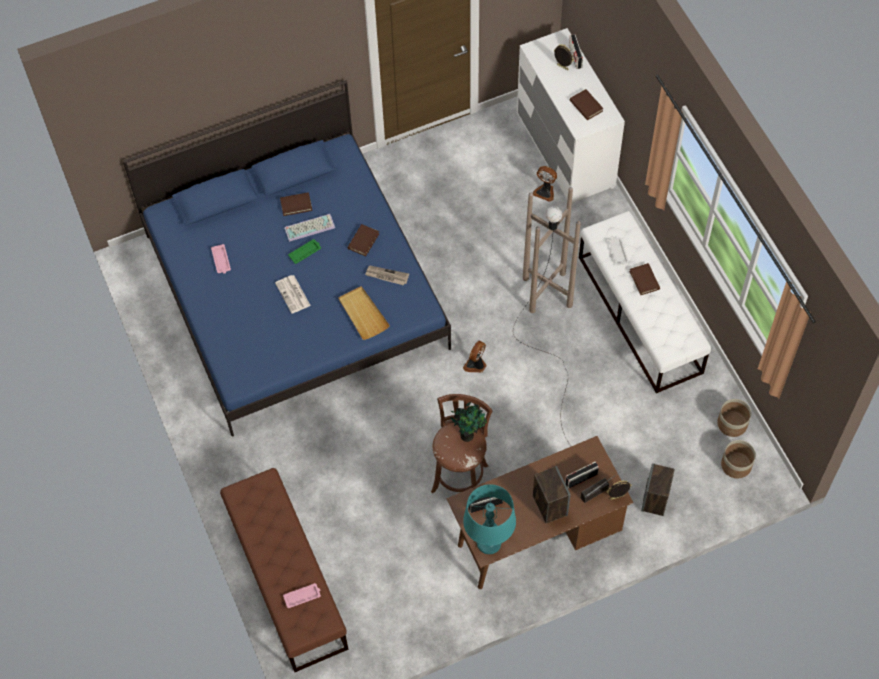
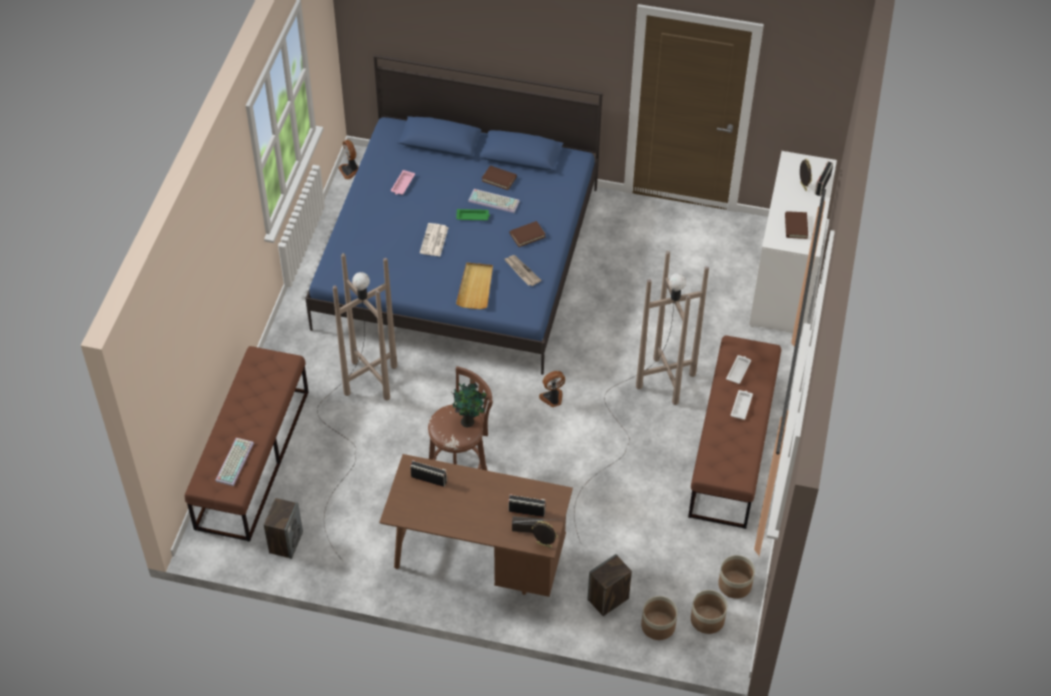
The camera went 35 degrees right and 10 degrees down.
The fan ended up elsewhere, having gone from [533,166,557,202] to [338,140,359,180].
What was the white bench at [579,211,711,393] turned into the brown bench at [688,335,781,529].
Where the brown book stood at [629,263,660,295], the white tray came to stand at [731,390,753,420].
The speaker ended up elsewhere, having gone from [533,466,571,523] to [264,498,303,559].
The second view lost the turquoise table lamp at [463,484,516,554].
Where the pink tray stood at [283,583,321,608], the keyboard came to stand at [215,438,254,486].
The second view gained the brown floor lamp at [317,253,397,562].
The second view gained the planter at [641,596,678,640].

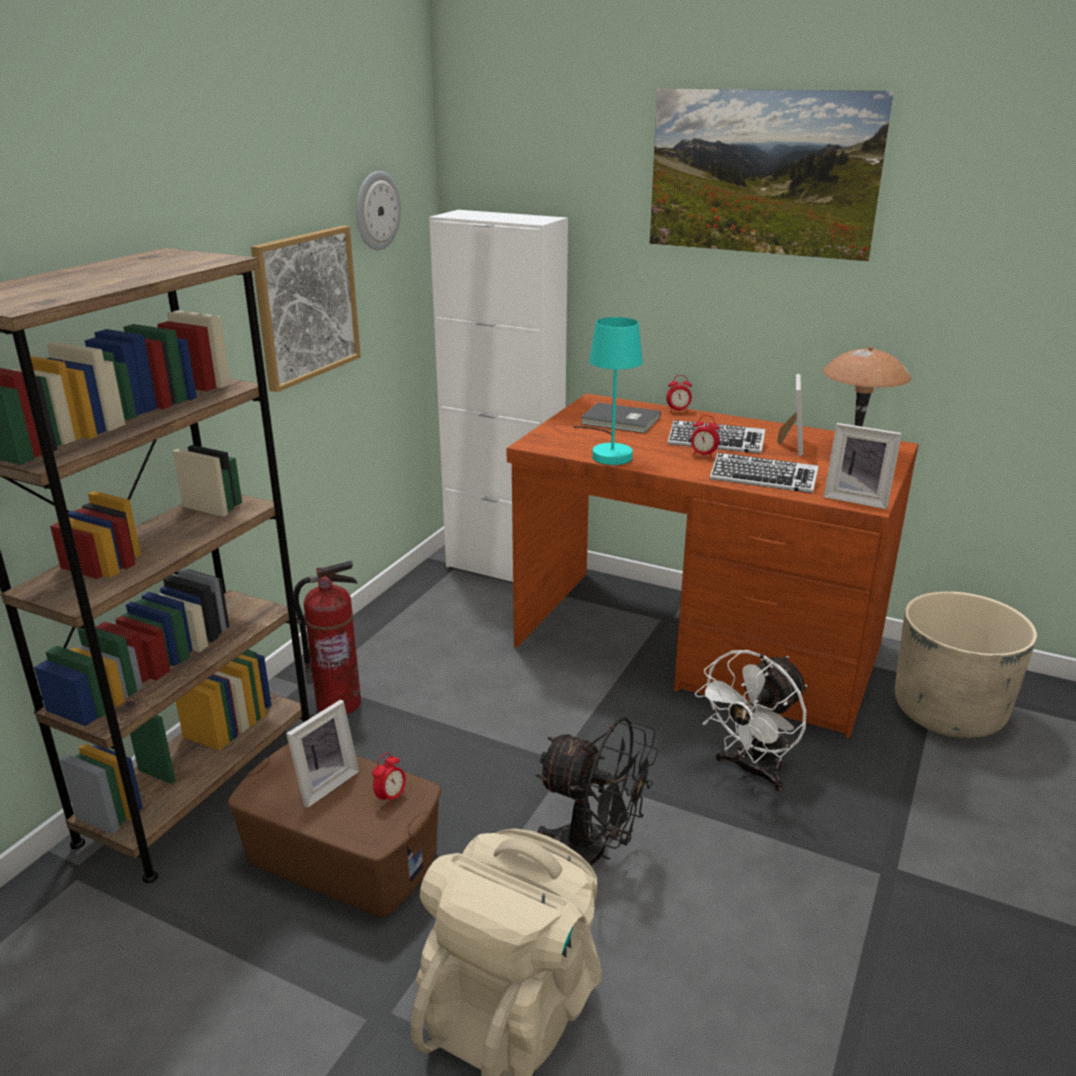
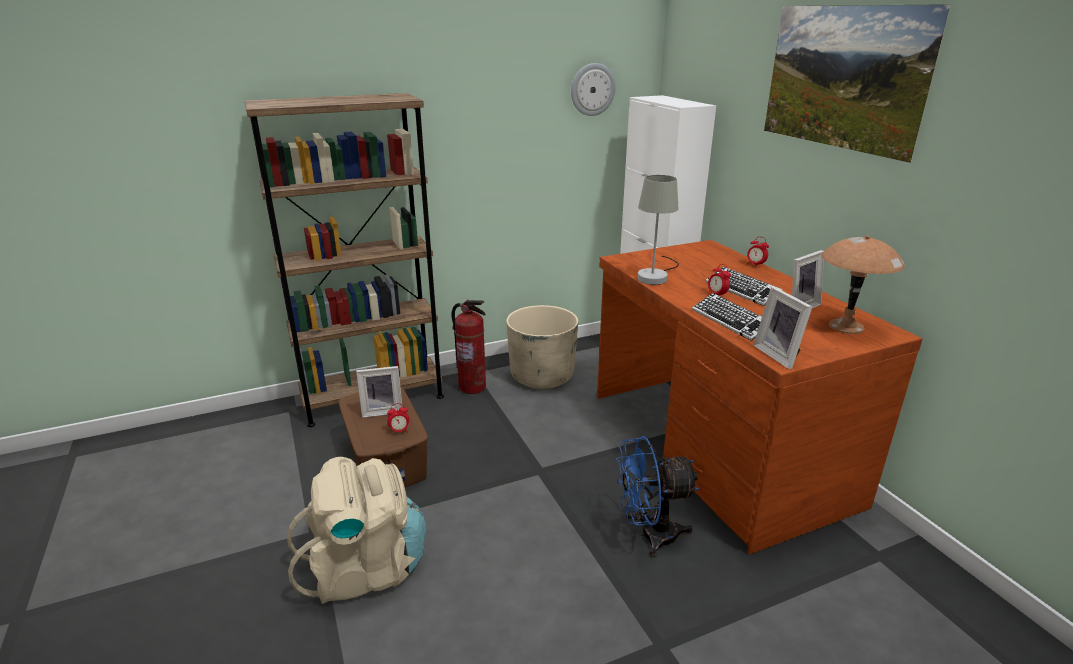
The camera went 40 degrees right and 0 degrees up.
The second view lost the picture at [251,226,361,392].
What was the turquoise table lamp at [573,317,643,465] turned into the grey table lamp at [637,175,679,285].
The second view lost the grey book at [580,403,660,433].
The beige planter ended up elsewhere, having gone from [895,591,1037,738] to [506,305,578,389].
What was the white fan at [695,650,807,792] turned into the blue fan at [616,436,699,557].
The second view lost the black fan at [536,717,659,866].

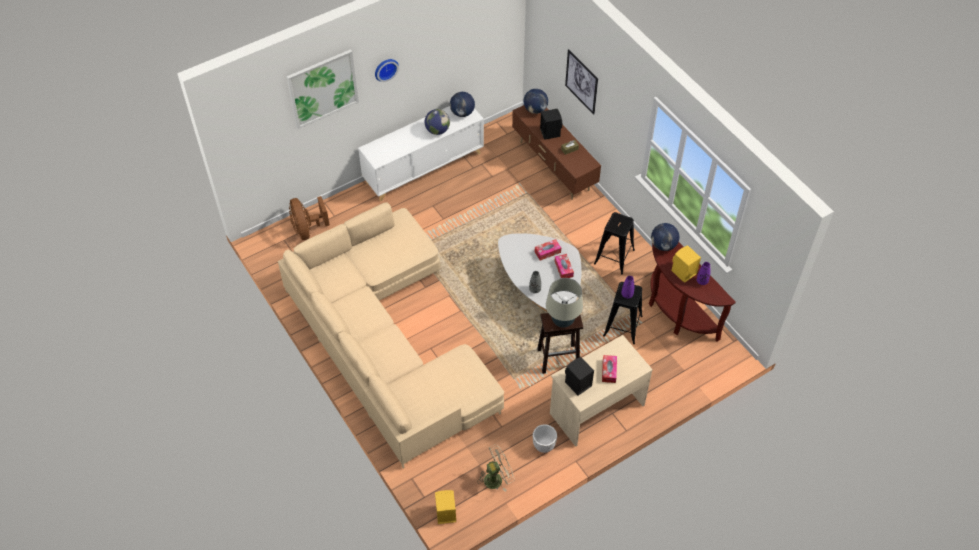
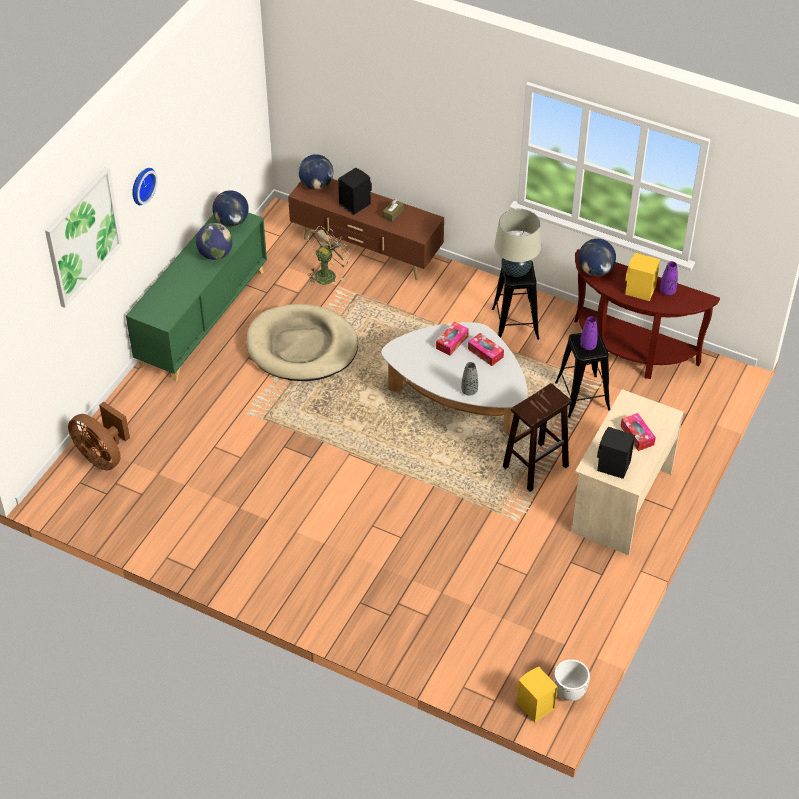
The camera went 30 degrees left and 5 degrees down.
The second view lost the picture at [565,49,598,115].
What was the white cabinet at [358,106,484,201] turned into the green cabinet at [126,212,267,381].
The second view lost the beige sofa at [278,203,504,468].
The beige table lamp ended up elsewhere, having gone from [546,278,583,328] to [494,209,541,277].
The white planter ended up elsewhere, having gone from [533,424,557,453] to [554,659,590,701].
The beige fan ended up elsewhere, having gone from [479,444,515,492] to [307,226,352,285].
The second view gained the beige dog bed at [247,304,358,381].

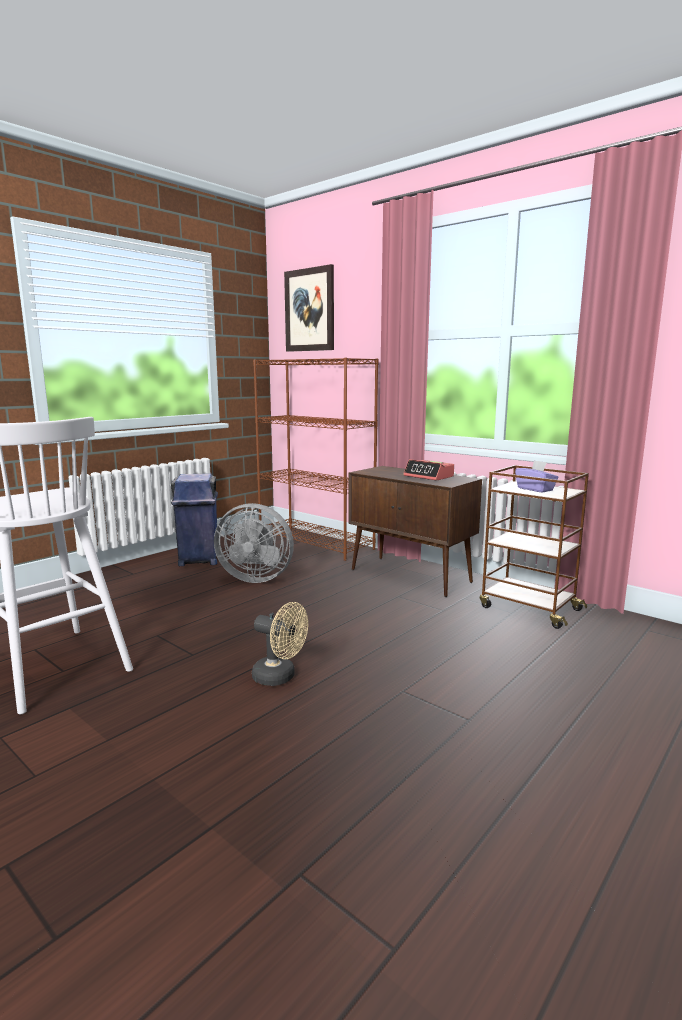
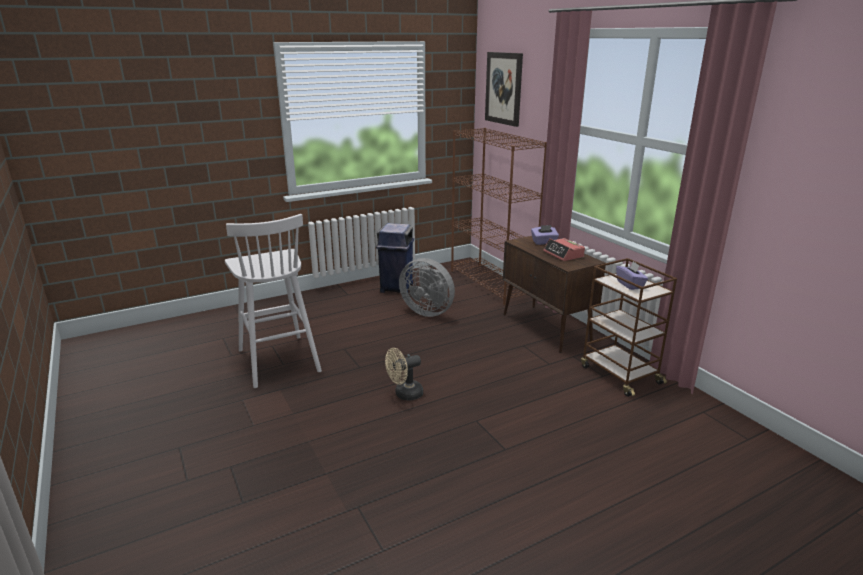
The camera went 20 degrees right and 10 degrees up.
The beige fan at [252,602,308,686] ended up facing another way, 105 degrees clockwise from before.
The second view gained the purple tissue box at [531,225,559,245].

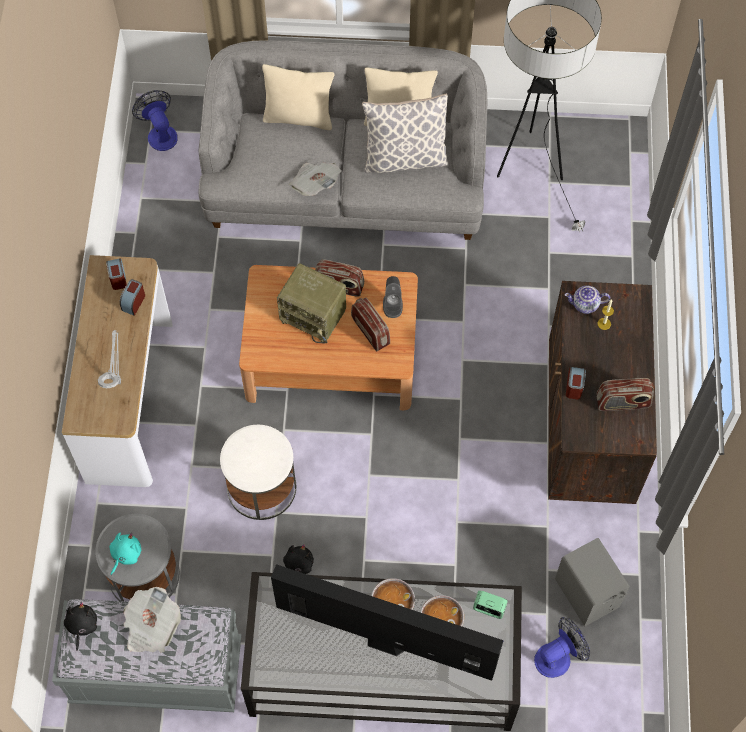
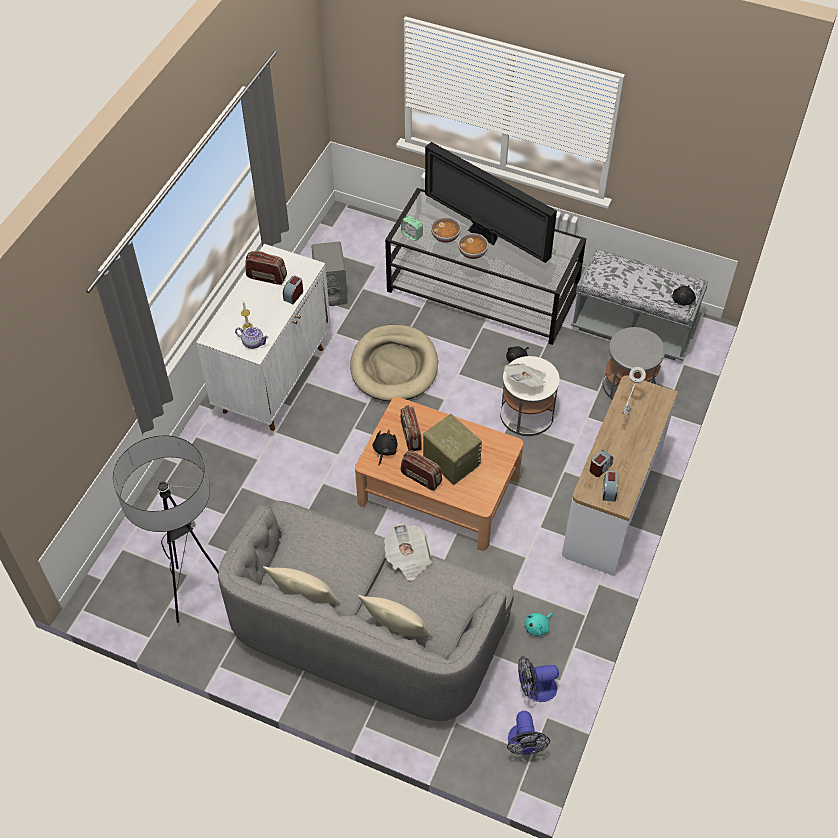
The camera went 160 degrees left and 10 degrees down.
The second view lost the pillow at [362,94,448,173].
Where the grey speaker stood at [383,276,403,318], the black plush toy came to stand at [372,430,398,465].
What was the brown cabinet at [548,281,657,504] turned into the white cabinet at [196,244,331,431].
The turquoise plush toy ended up elsewhere, having gone from [109,532,141,575] to [525,613,553,636].
The newspaper ended up elsewhere, having gone from [123,587,181,653] to [504,363,547,387].
The fan ended up elsewhere, having gone from [534,617,590,678] to [518,656,559,702].
The second view gained the beige dog bed at [350,325,438,402].

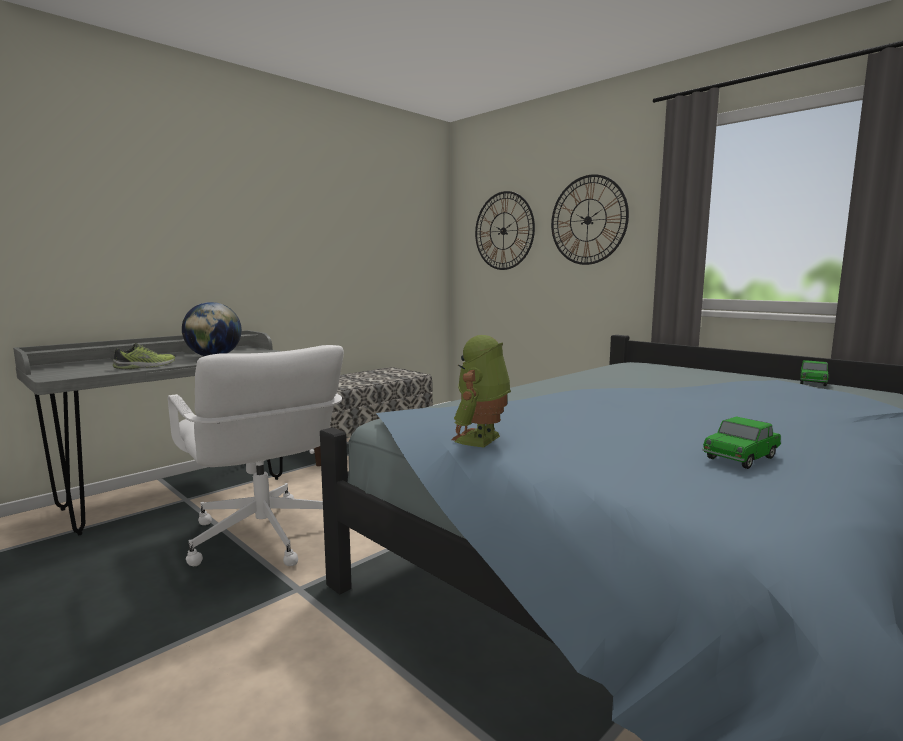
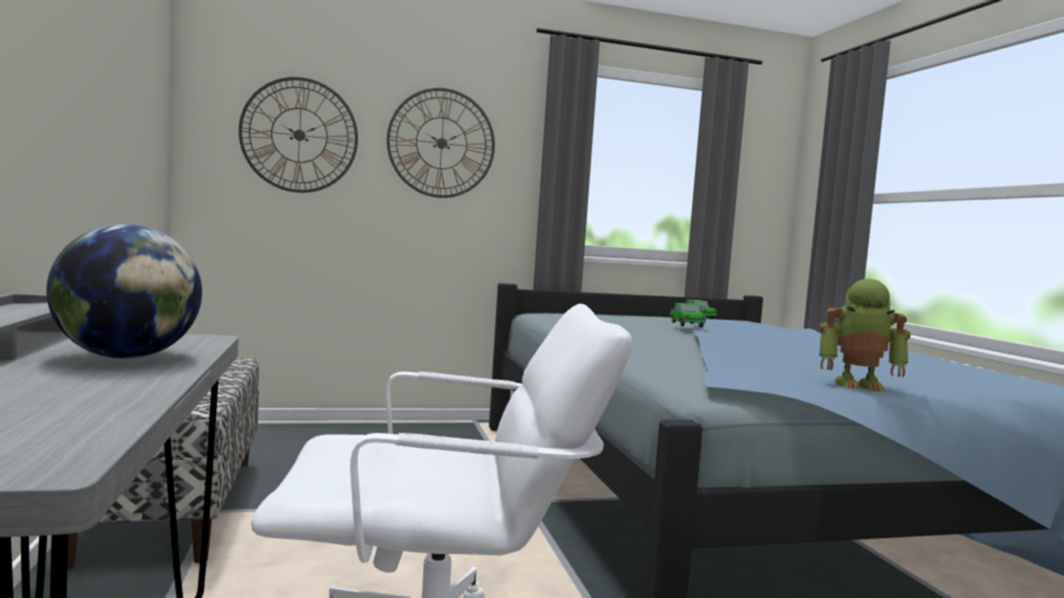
The camera went 60 degrees left and 5 degrees down.
The toy robot at [452,335,511,447] ended up facing another way, 45 degrees counterclockwise from before.
The second view lost the shoe at [113,343,175,369].
The toy car ended up elsewhere, having gone from [702,416,781,469] to [670,303,706,327].

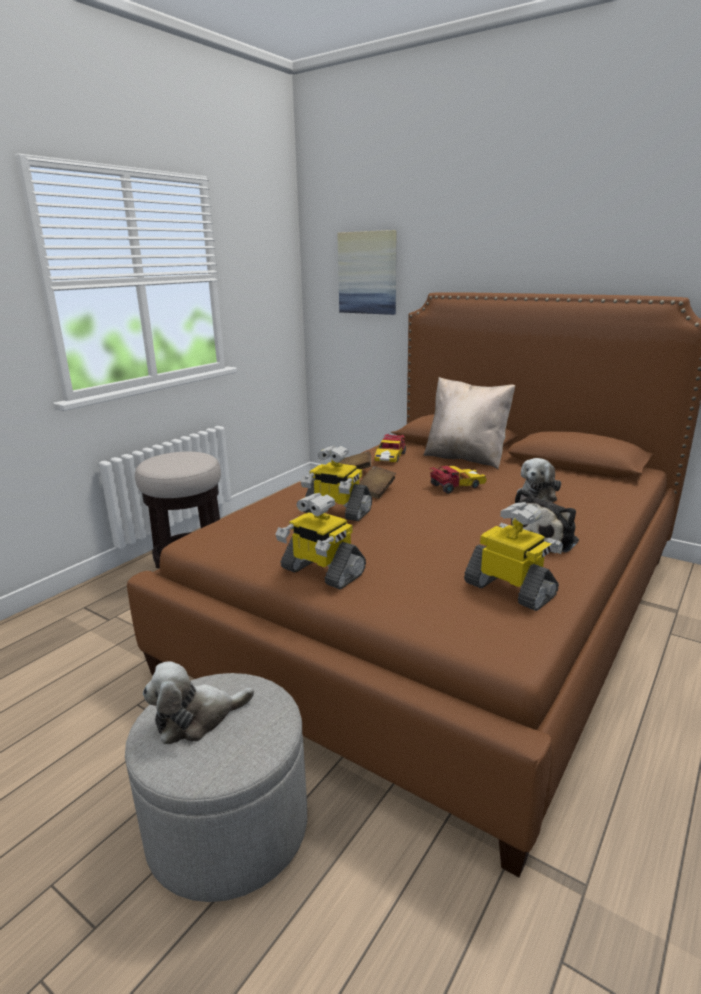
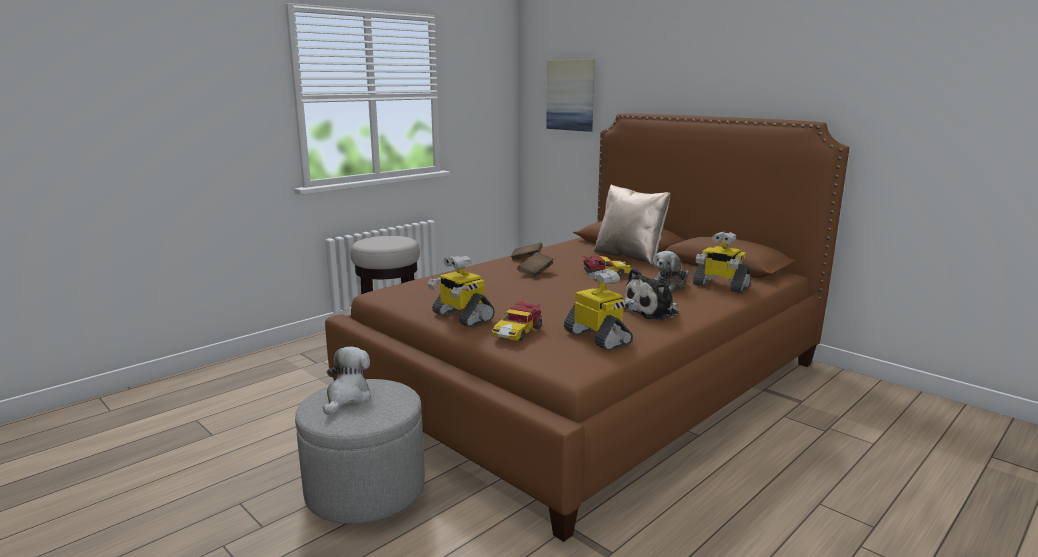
The camera went 10 degrees right and 5 degrees down.
The toy car ended up elsewhere, having gone from [374,434,406,462] to [492,301,542,341].
The toy robot ended up elsewhere, having gone from [301,445,372,521] to [693,231,751,293].
The plush toy at [143,662,254,744] ended up facing another way, 120 degrees clockwise from before.

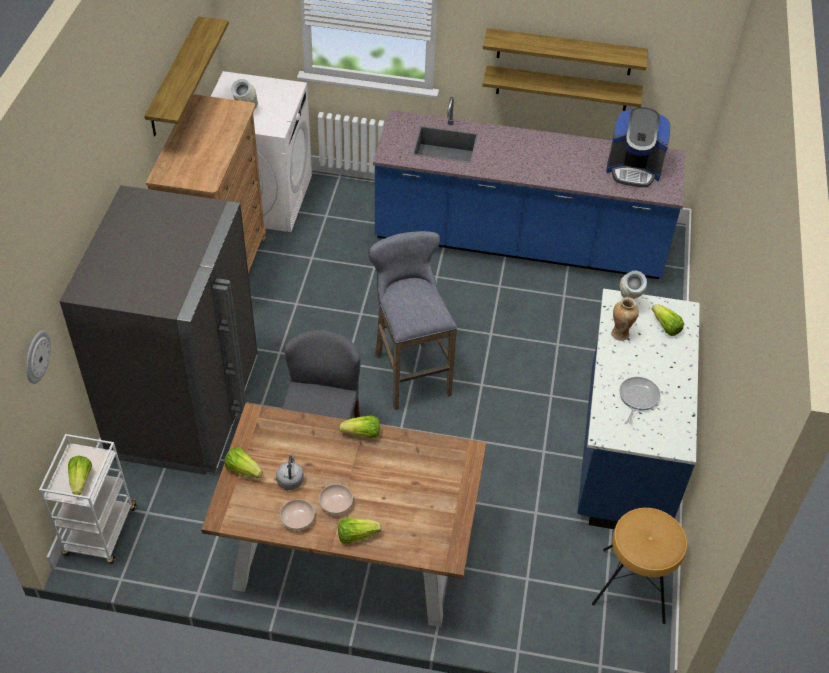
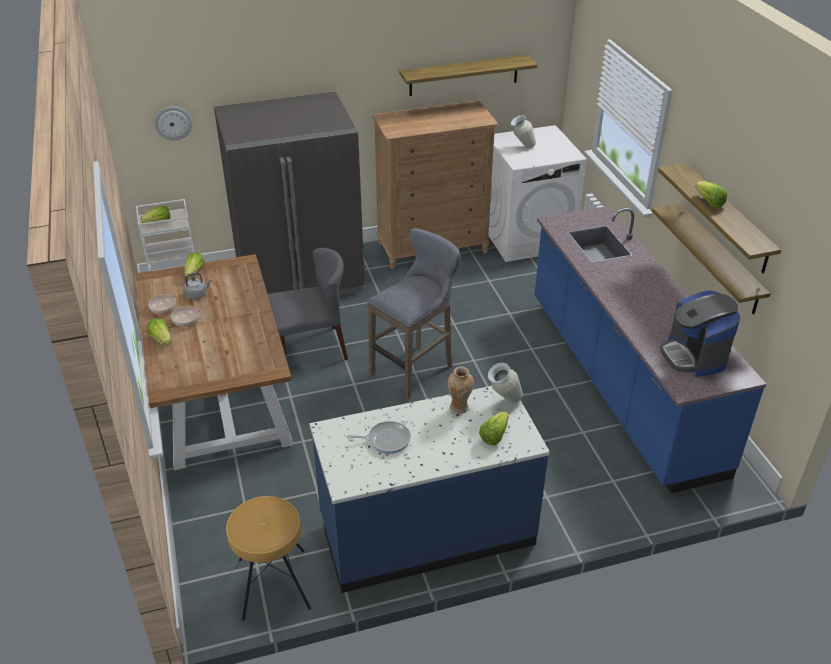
The camera went 65 degrees right and 10 degrees down.
The lettuce ended up elsewhere, having gone from [339,415,380,438] to [695,181,727,208].

